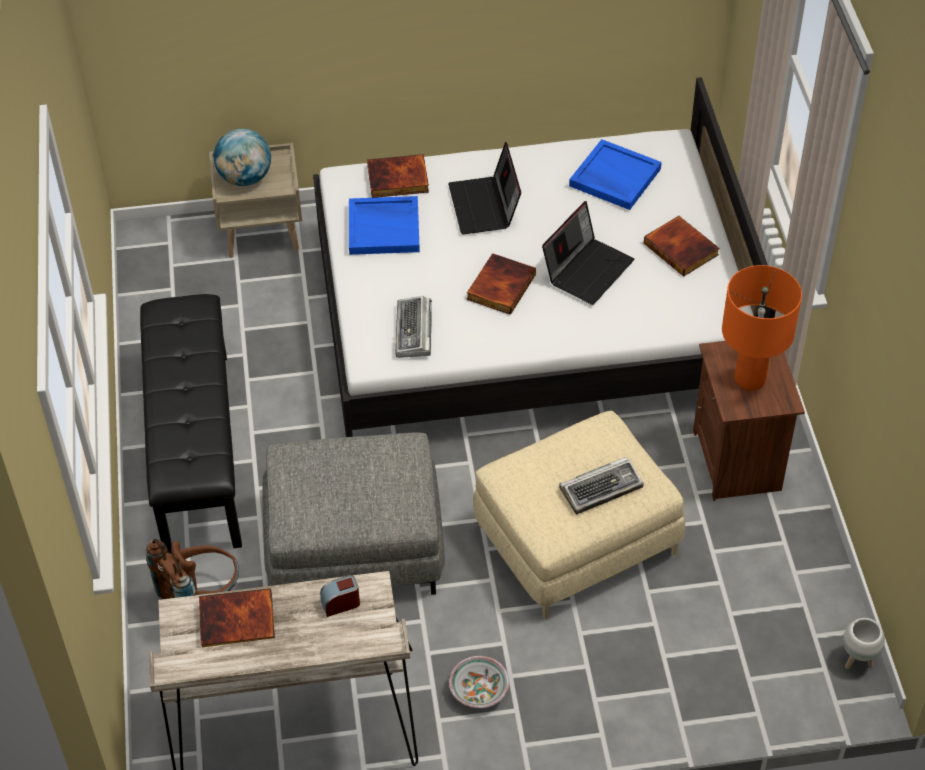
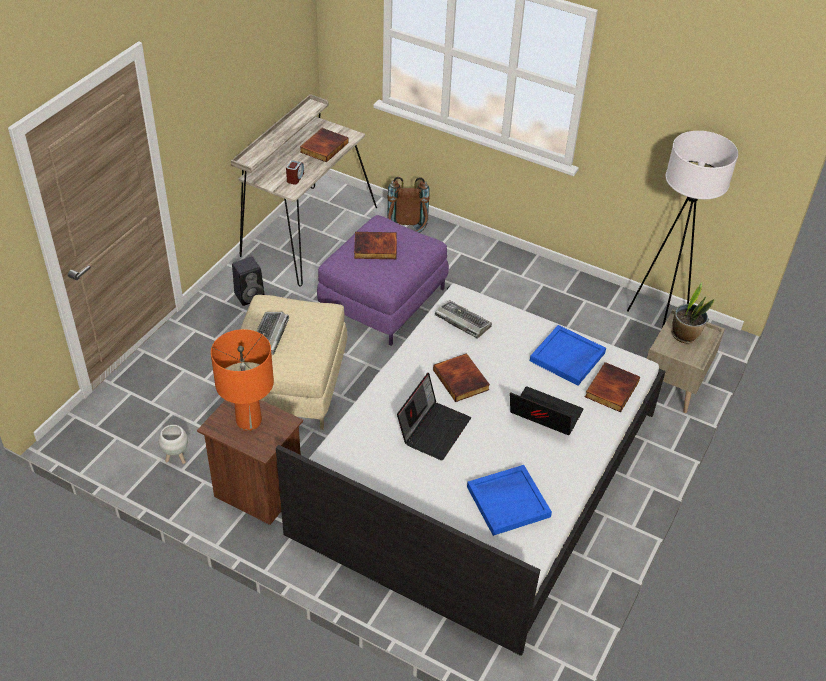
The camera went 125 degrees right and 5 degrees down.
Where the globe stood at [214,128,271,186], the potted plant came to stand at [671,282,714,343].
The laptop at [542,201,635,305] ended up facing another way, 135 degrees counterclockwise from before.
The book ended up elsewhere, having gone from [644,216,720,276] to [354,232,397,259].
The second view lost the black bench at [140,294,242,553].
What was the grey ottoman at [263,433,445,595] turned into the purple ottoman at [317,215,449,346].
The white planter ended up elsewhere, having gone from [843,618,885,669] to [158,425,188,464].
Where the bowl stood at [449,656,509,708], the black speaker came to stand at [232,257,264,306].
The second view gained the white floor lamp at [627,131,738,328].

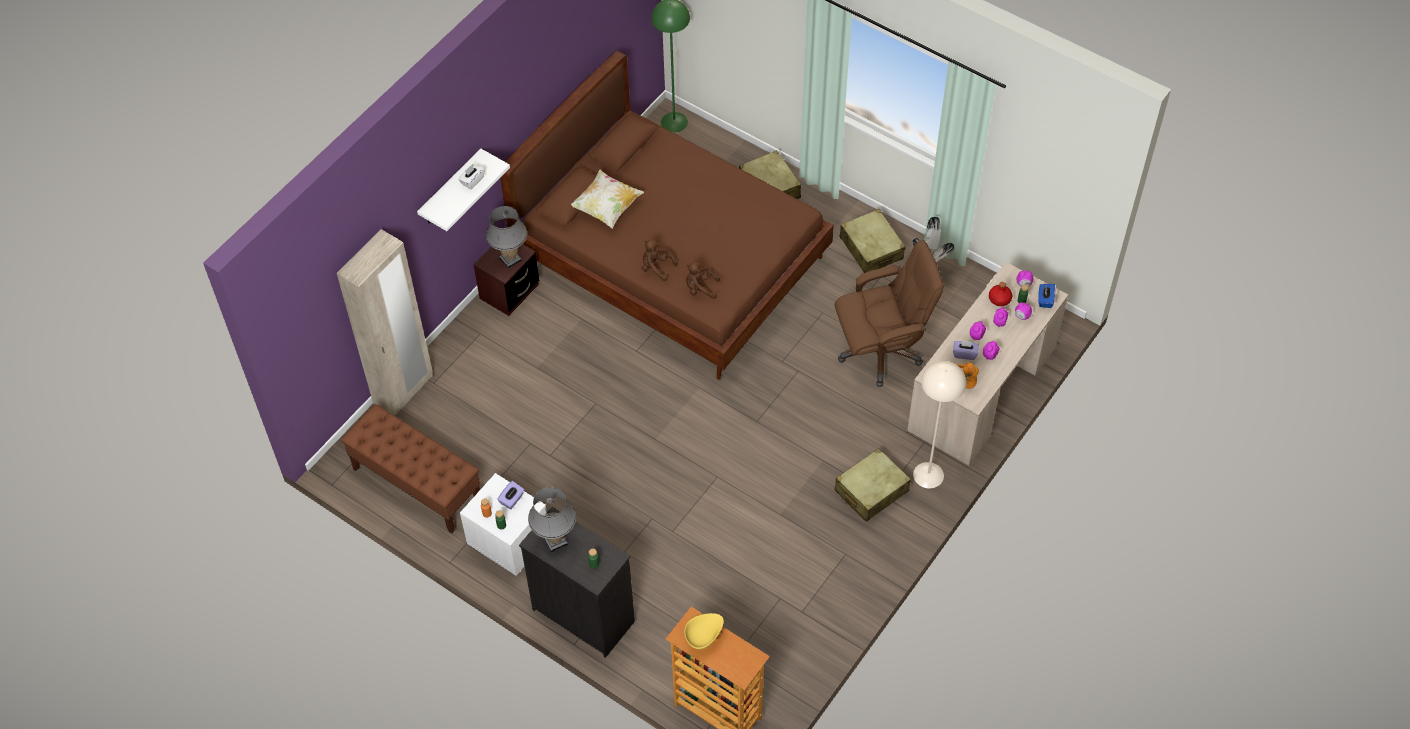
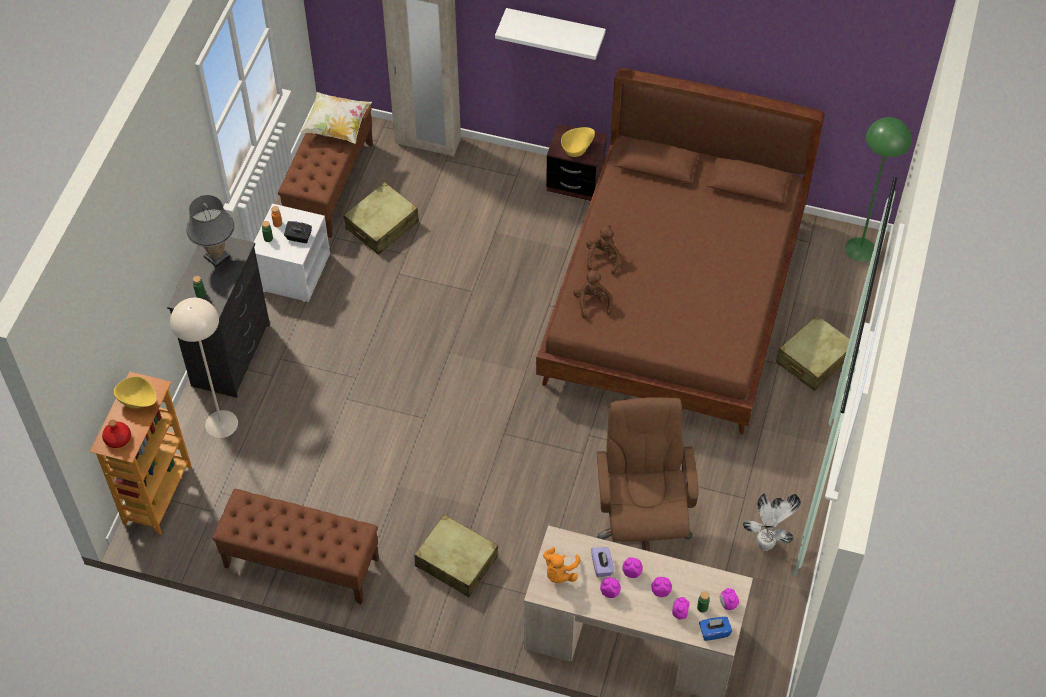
The camera went 70 degrees right and 0 degrees up.
The second view lost the white tissue box at [458,164,485,190].
The pillow ended up elsewhere, having gone from [571,169,644,228] to [299,92,372,144].
Where the grey table lamp stood at [486,206,527,269], the yellow bowl came to stand at [561,127,595,157].
The beige suitcase ended up elsewhere, having gone from [839,209,906,273] to [344,182,419,255].
The brown office chair at [834,240,944,387] ended up facing another way, 150 degrees counterclockwise from before.
The red bottle ended up elsewhere, having gone from [989,282,1013,306] to [102,420,131,448].
The beige floor lamp ended up elsewhere, having gone from [913,361,966,488] to [170,298,238,438].
What was the purple tissue box at [497,481,524,509] turned into the black tissue box at [284,221,312,243].
The second view gained the brown bench at [212,489,379,604].

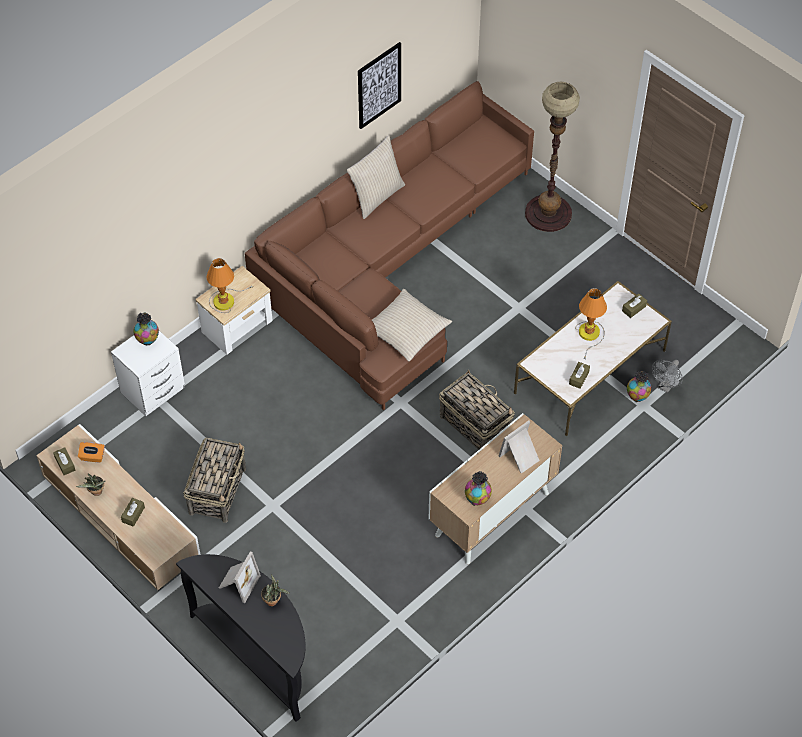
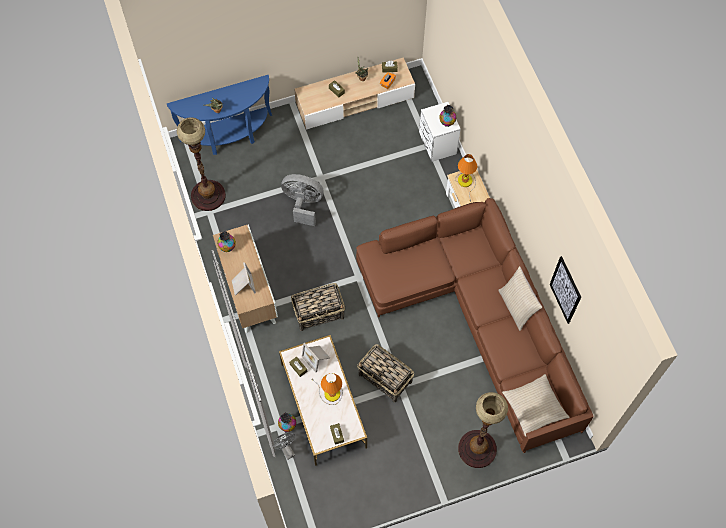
The camera went 115 degrees right and 10 degrees up.
The beige pillow ended up elsewhere, having gone from [372,289,452,361] to [502,374,570,437].
The basket ended up elsewhere, having gone from [183,437,246,523] to [357,344,414,403].
The picture frame ended up elsewhere, having gone from [219,551,261,603] to [302,343,330,372].
What was the black console table at [176,554,306,722] turned into the blue console table at [166,75,272,155].
The second view gained the floor lamp at [177,117,226,211].
The second view gained the grey fan at [281,174,324,226].

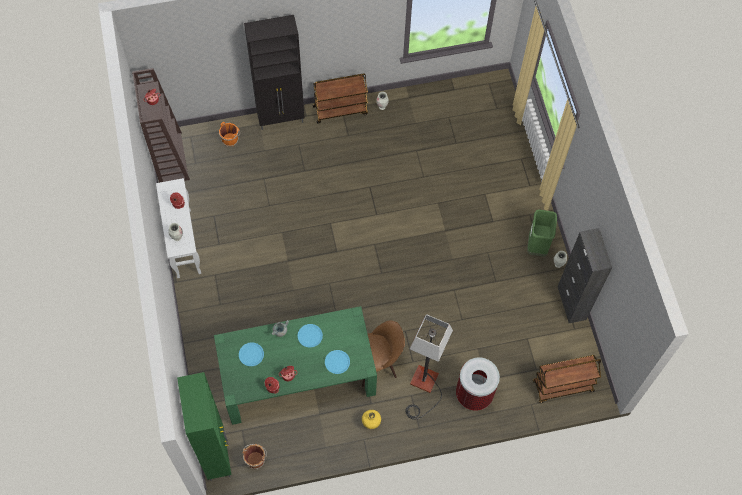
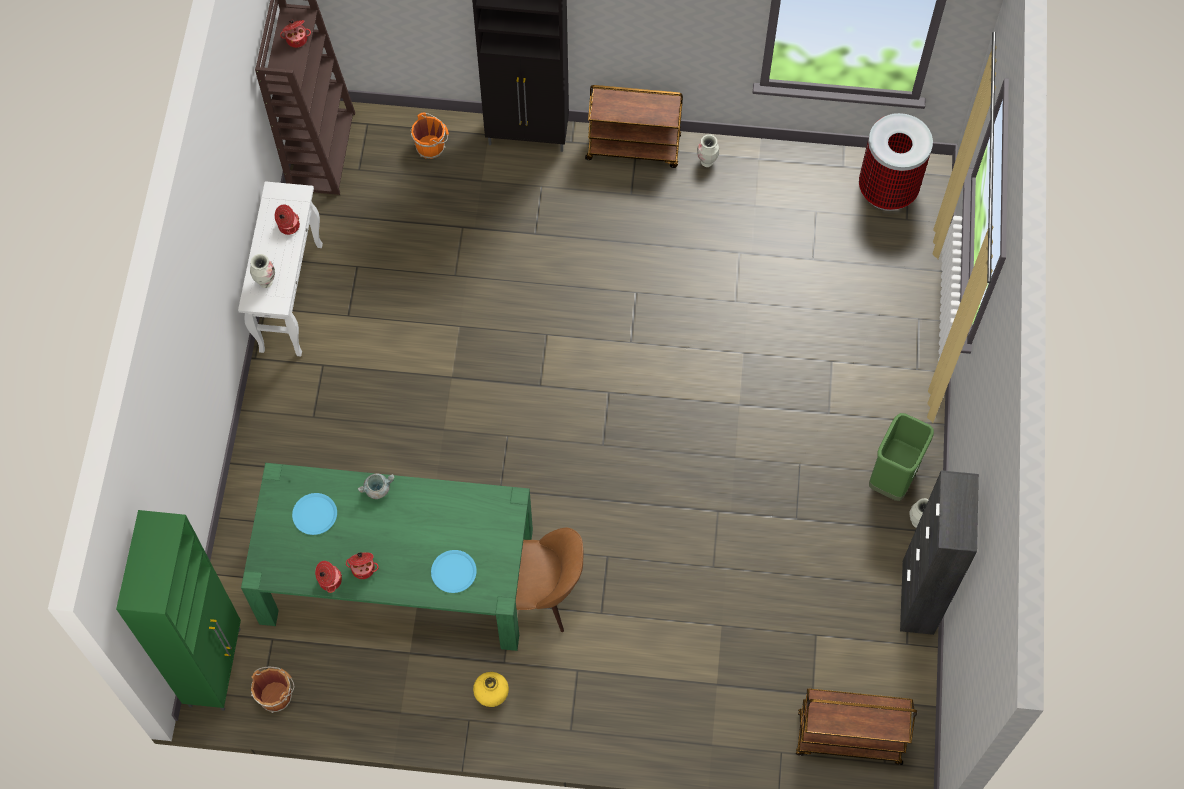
The camera went 20 degrees right and 0 degrees up.
The second view lost the floor lamp at [406,314,453,420].
The second view lost the blue plate at [298,324,323,348].
The trash can ended up elsewhere, having gone from [456,358,500,411] to [859,113,933,211].

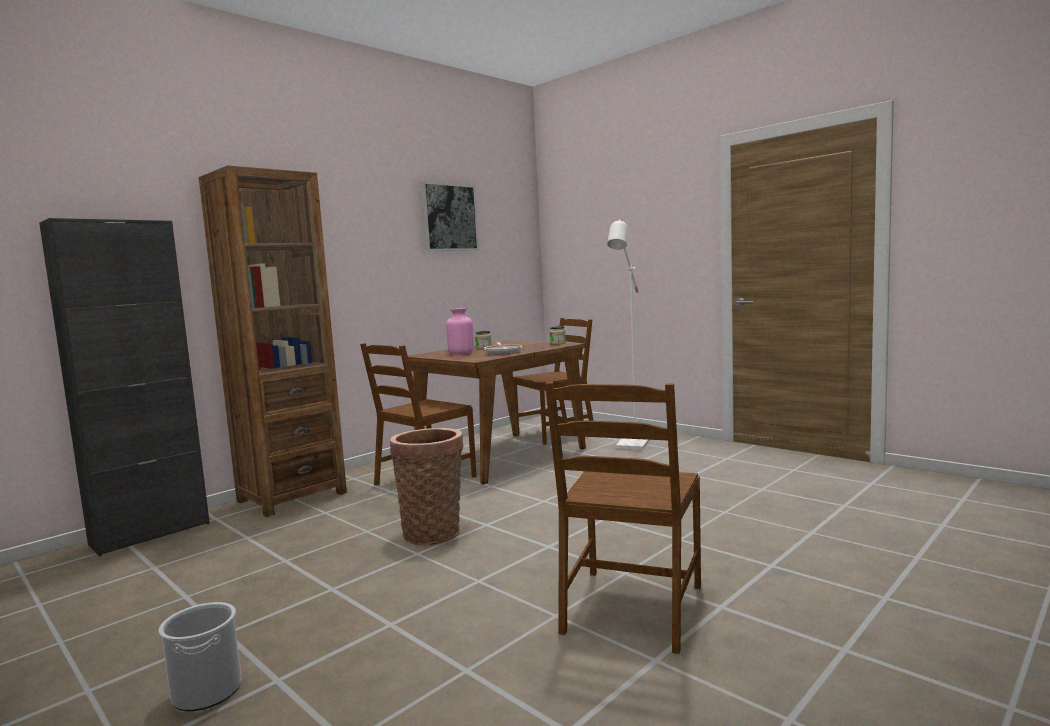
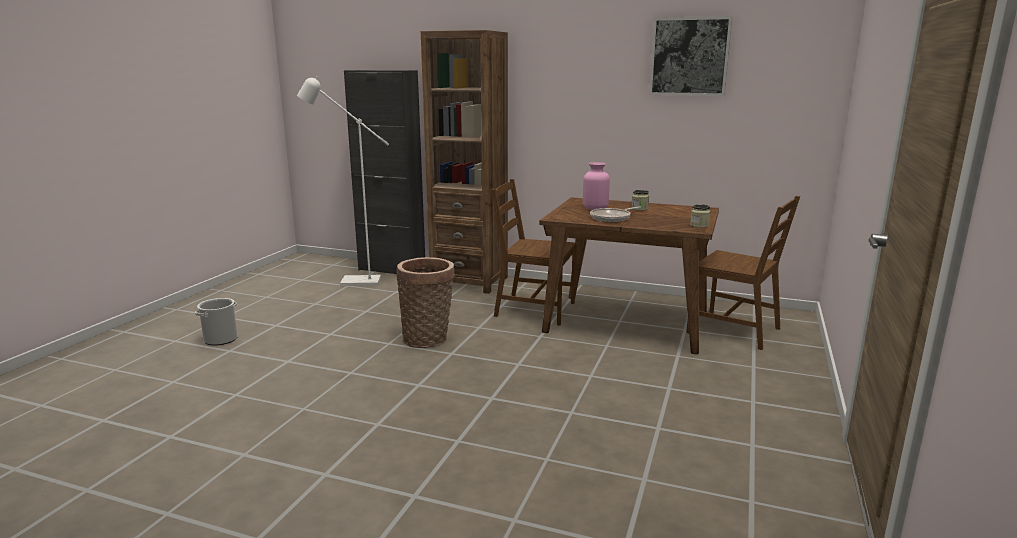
The camera went 65 degrees right and 10 degrees up.
The white floor lamp ended up elsewhere, having gone from [607,219,650,450] to [297,76,389,286].
The second view lost the brown chair at [545,382,701,654].

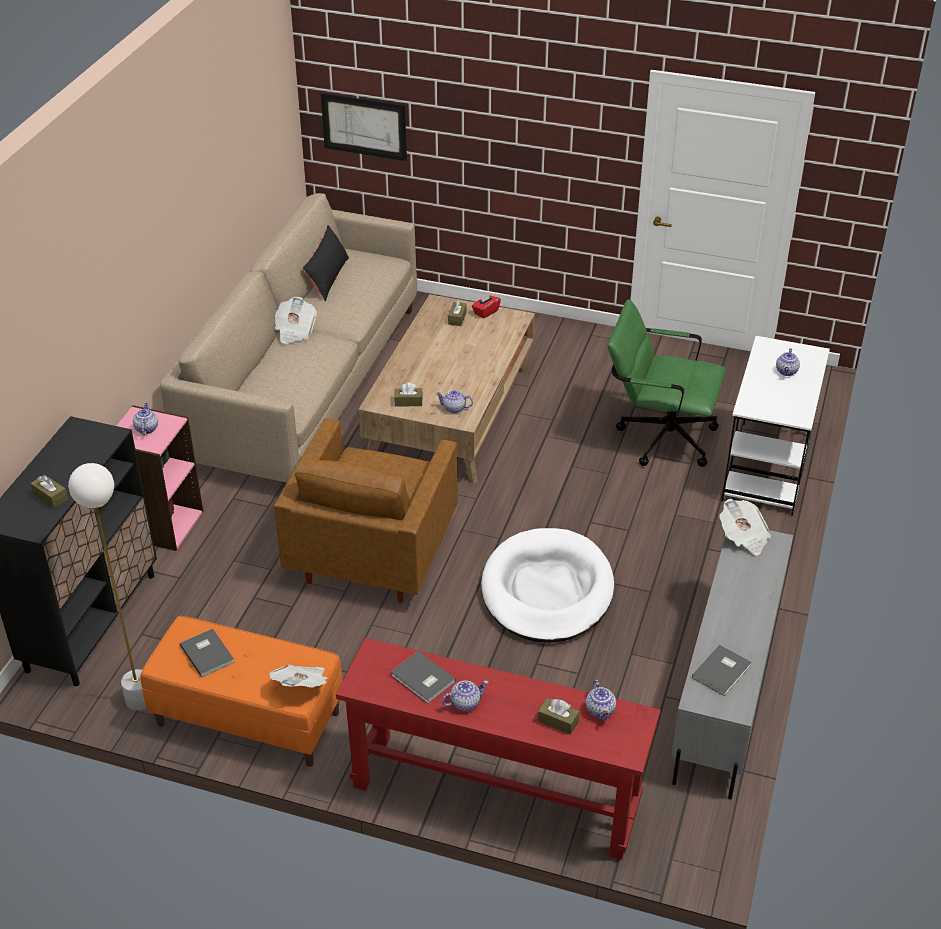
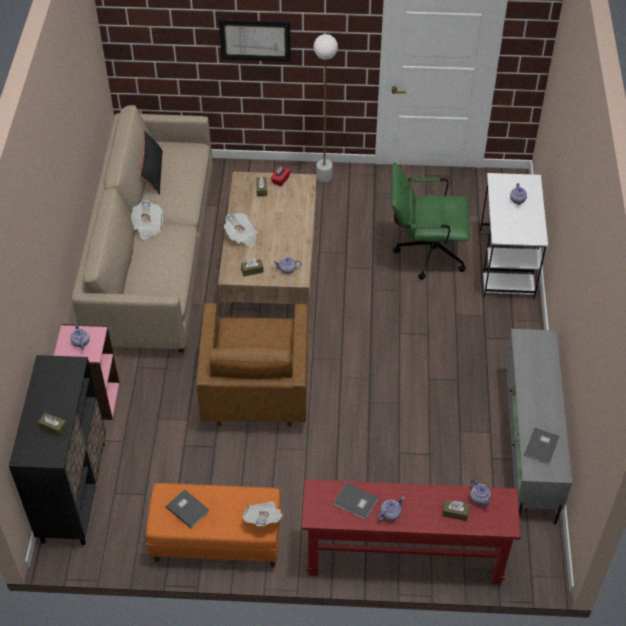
The camera went 15 degrees left and 10 degrees up.
The picture ended up elsewhere, having gone from [321,93,407,161] to [219,20,291,62].
The white floor lamp ended up elsewhere, having gone from [68,463,146,710] to [314,34,338,182].
The newspaper ended up elsewhere, having gone from [719,499,771,555] to [224,213,259,247].
The second view lost the white dog bed at [481,528,614,643].

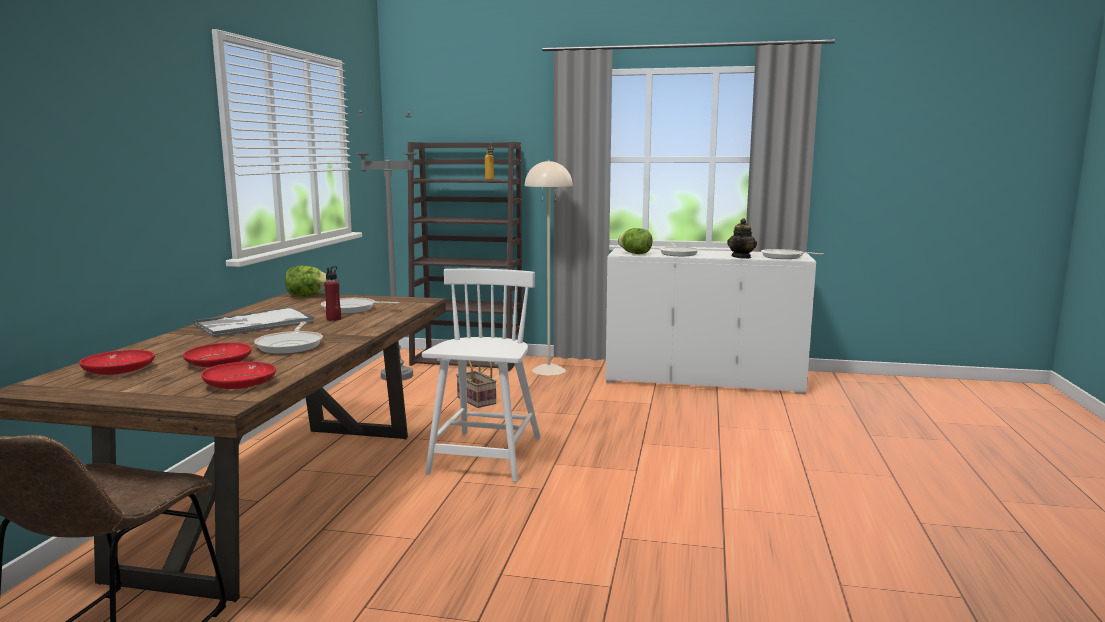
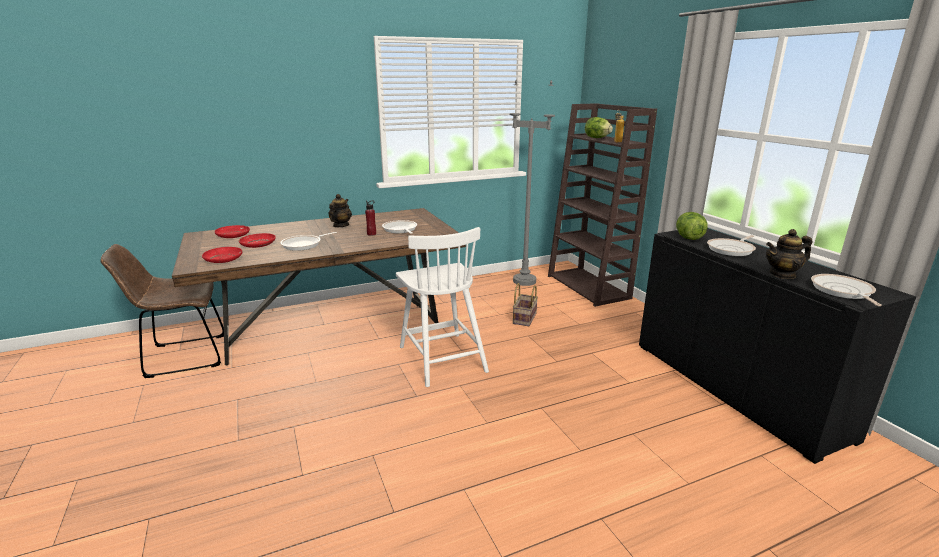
The camera went 55 degrees right and 10 degrees up.
The second view lost the beige floor lamp at [525,160,573,376].
What was the white cabinet at [606,248,816,394] turned into the black cabinet at [639,229,916,464].
The lettuce ended up elsewhere, having gone from [285,265,326,297] to [585,117,613,138].
The white chair at [422,269,541,482] ended up facing another way, 90 degrees clockwise from before.
Where the tray stood at [194,307,315,337], the teapot came to stand at [328,194,352,227].

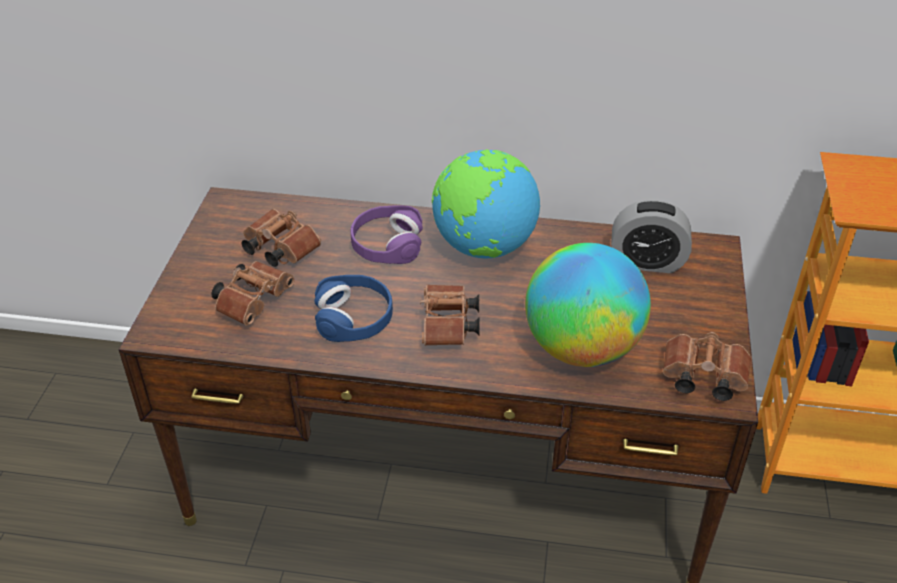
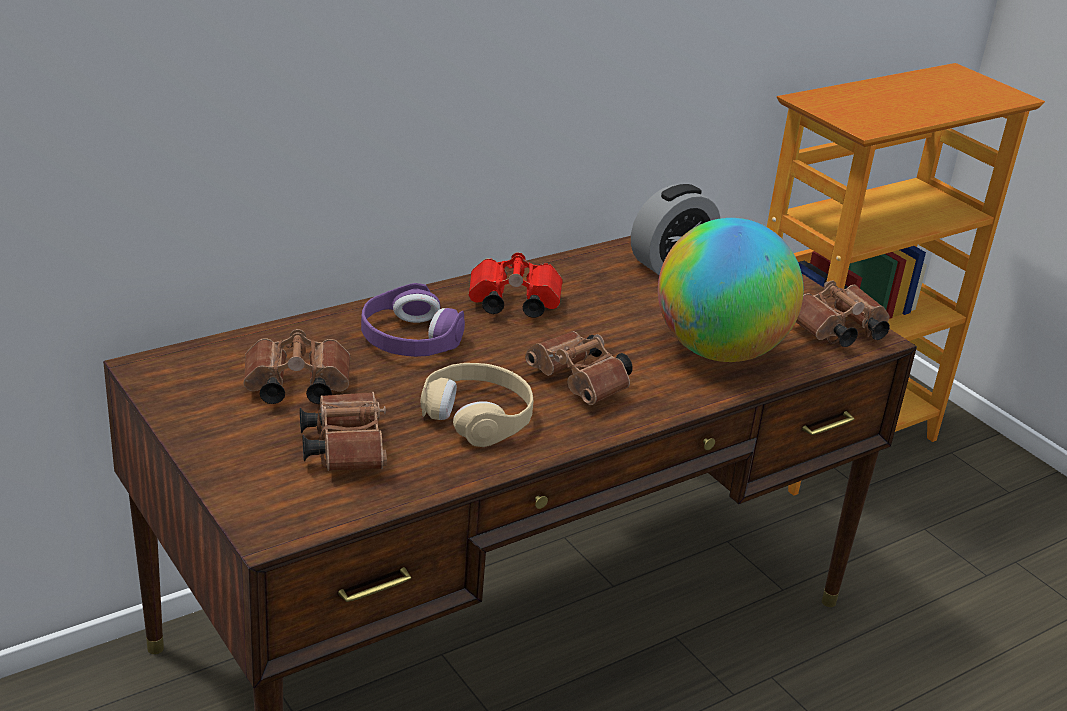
The camera went 45 degrees left and 10 degrees down.
Where the globe stood at [432,149,540,258], the red binoculars came to stand at [469,252,563,318].
What was the blue headphones at [314,275,393,342] turned into the beige headphones at [421,363,533,447].

